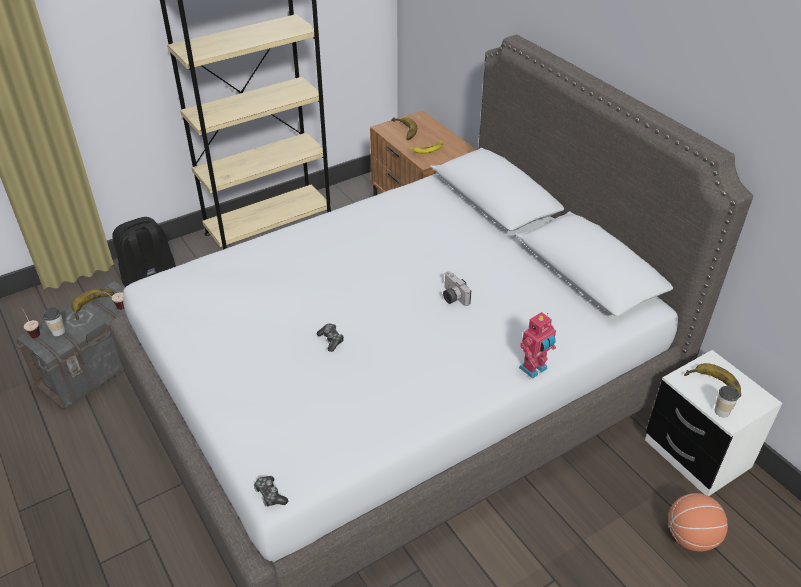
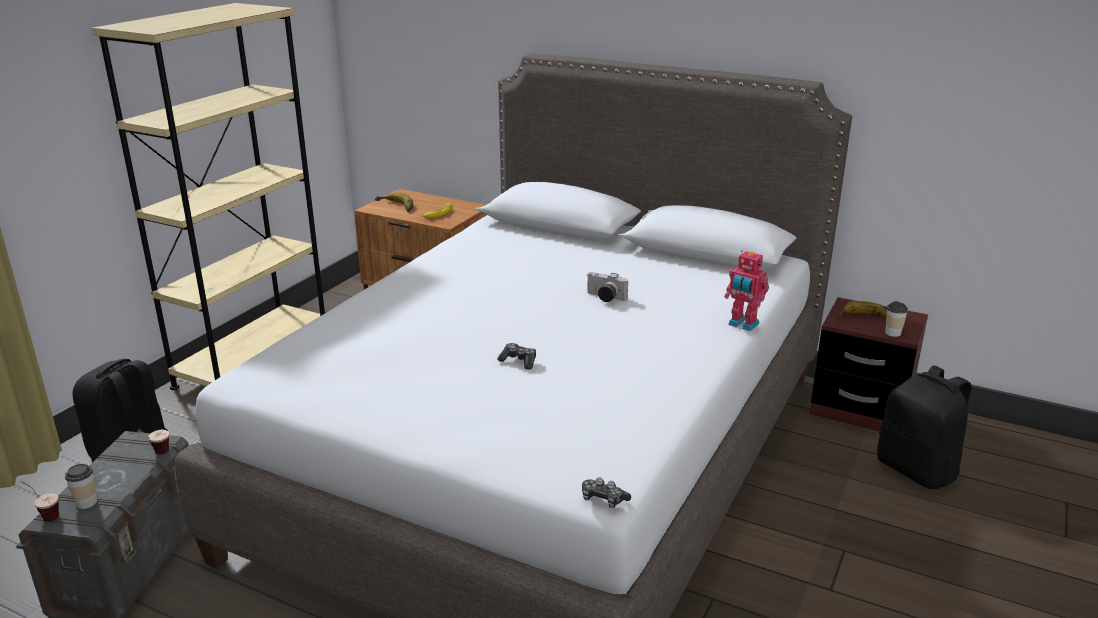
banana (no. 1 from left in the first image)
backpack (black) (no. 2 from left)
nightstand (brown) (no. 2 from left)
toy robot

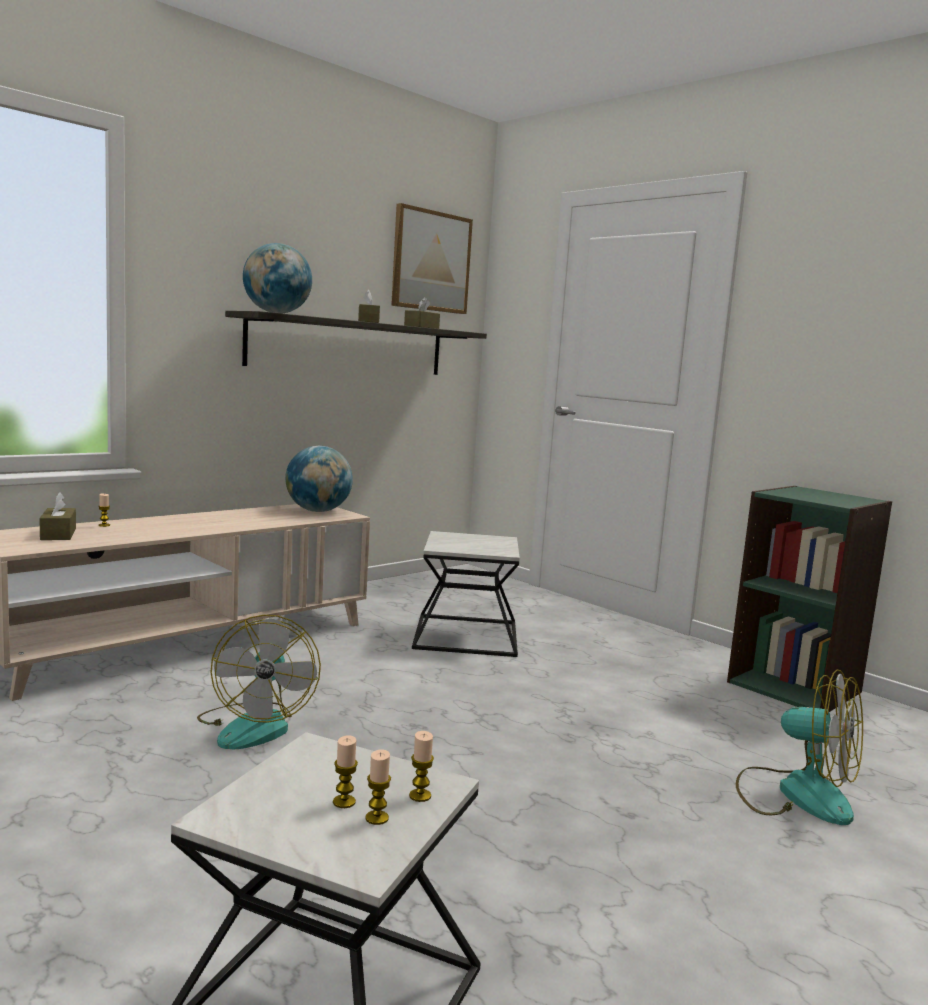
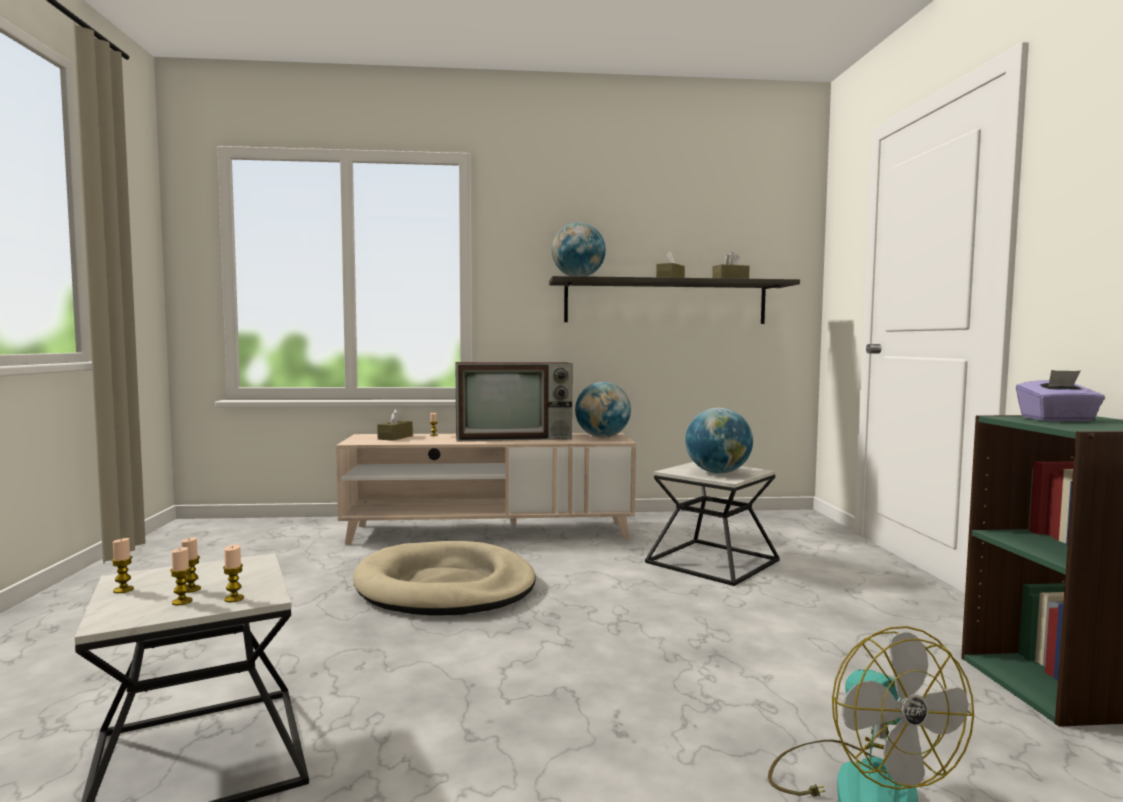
picture
candle (no. 1 from left)
television
globe (no. 3 from left)
tissue box (purple)
dog bed (beige)

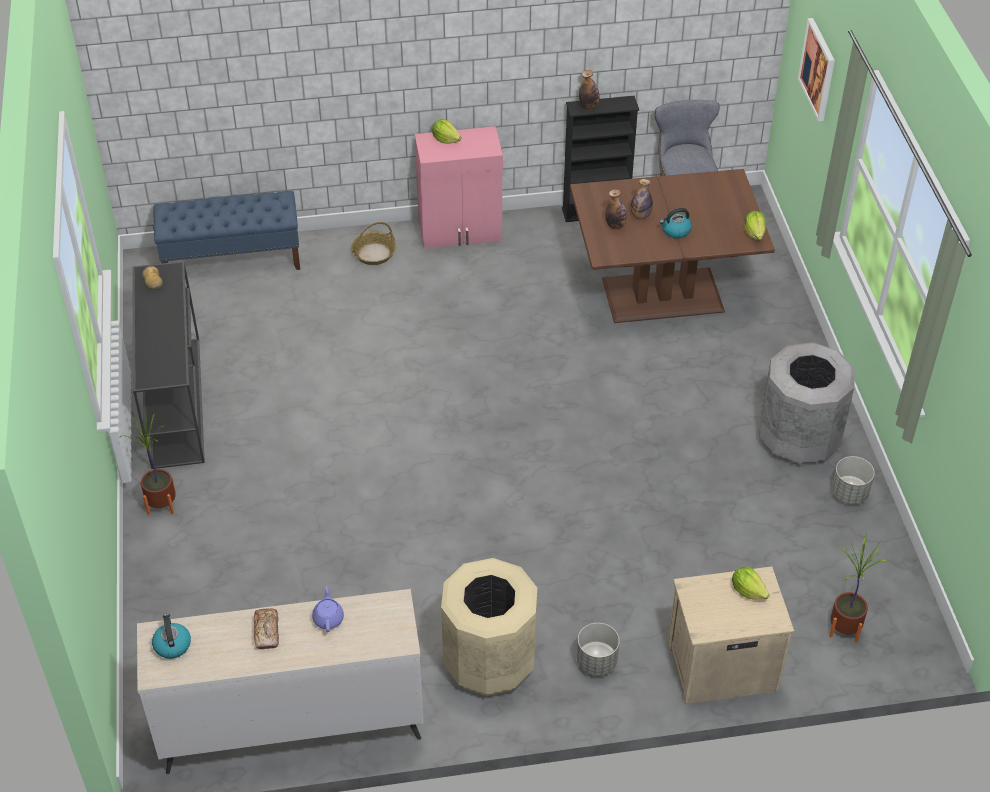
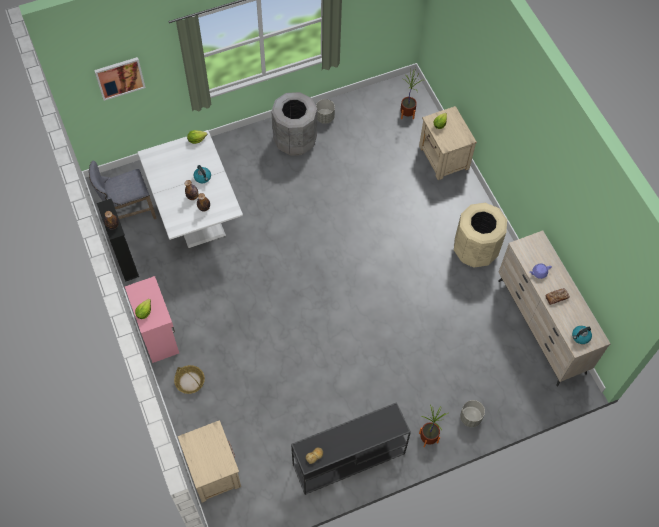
planter (grey) (no. 2 from left)
nightstand (beige) (no. 1 from left)
dining table (white)

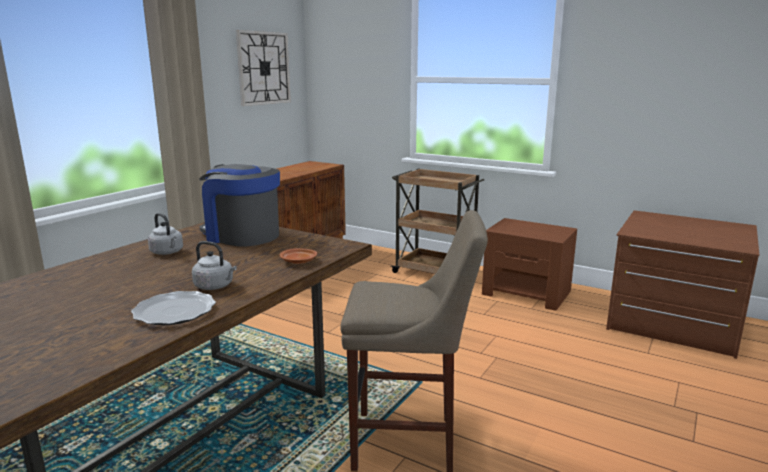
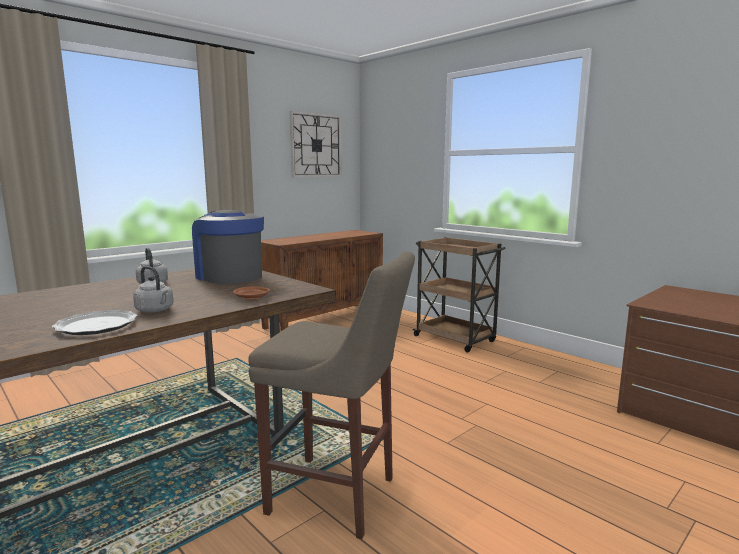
nightstand (brown)

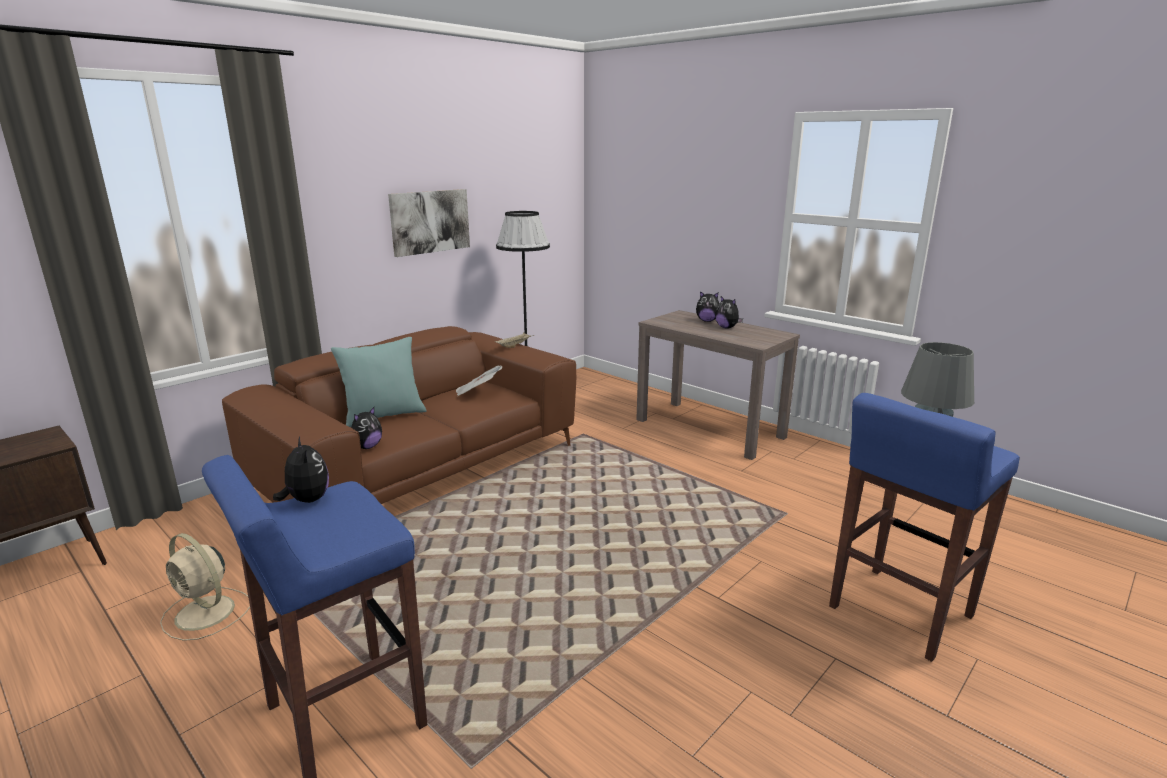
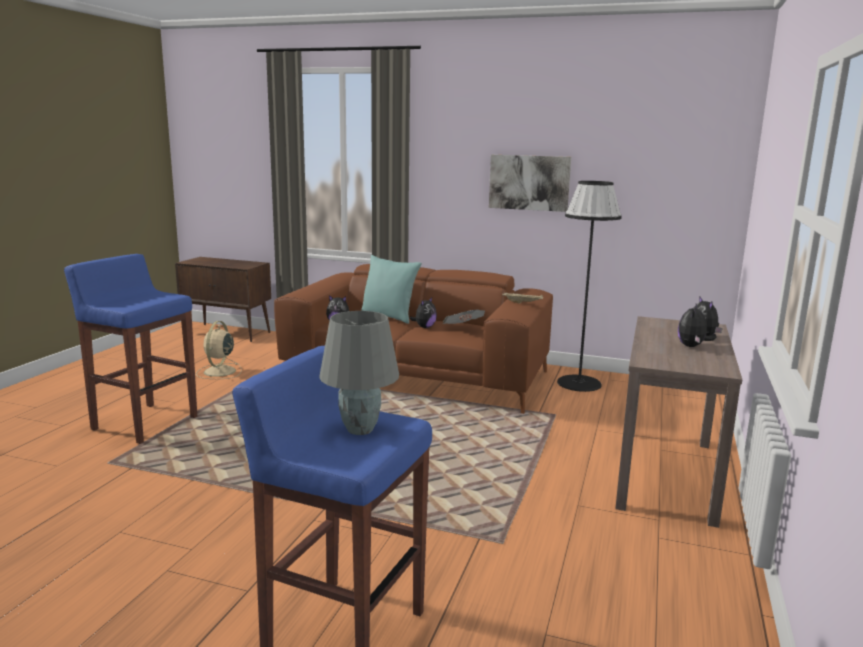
plush toy (no. 2 from left)

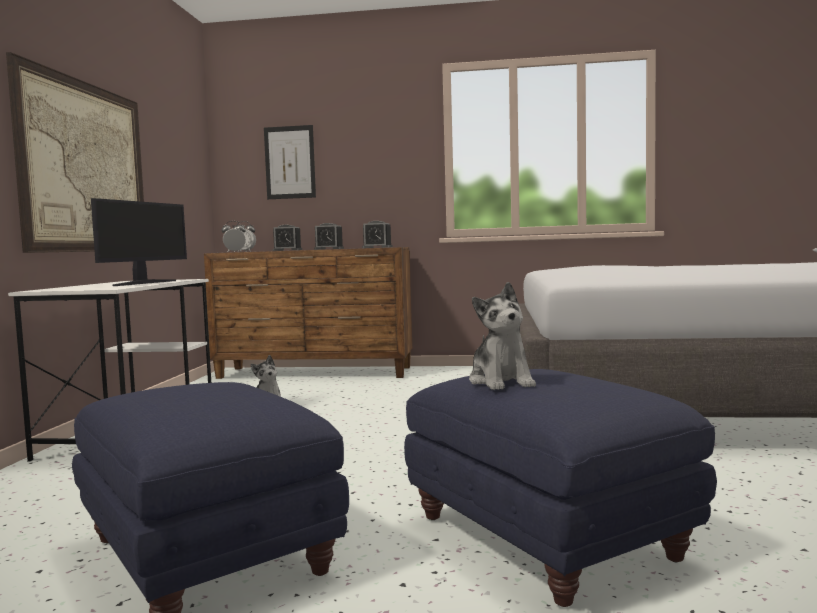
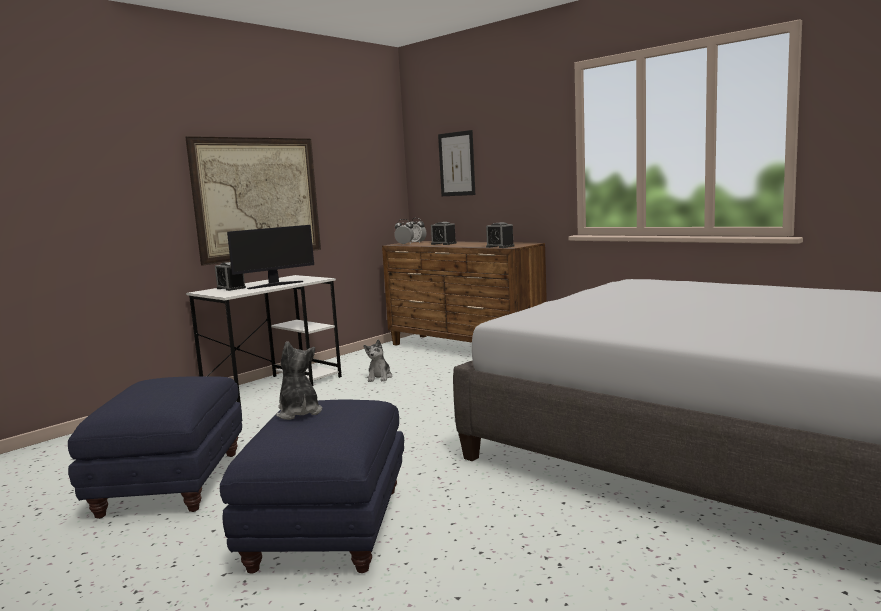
alarm clock (no. 1 from left)
plush toy (no. 1 from left)

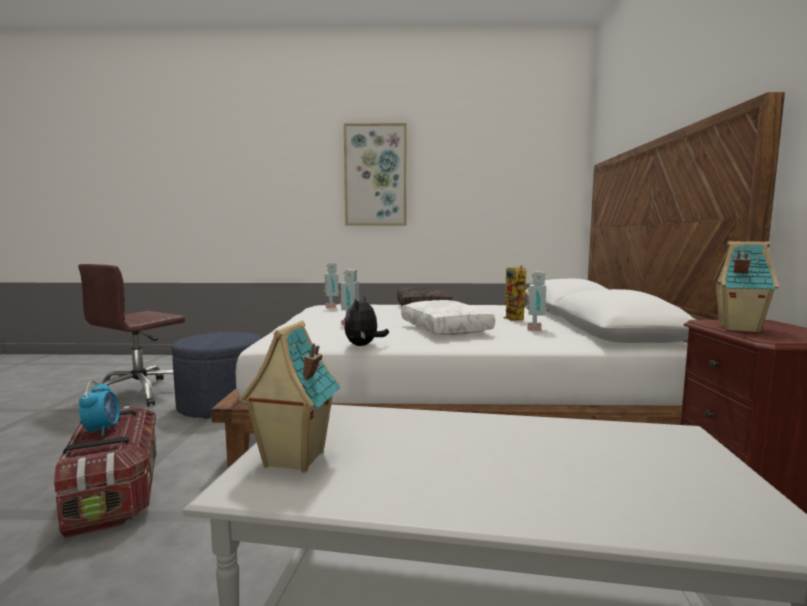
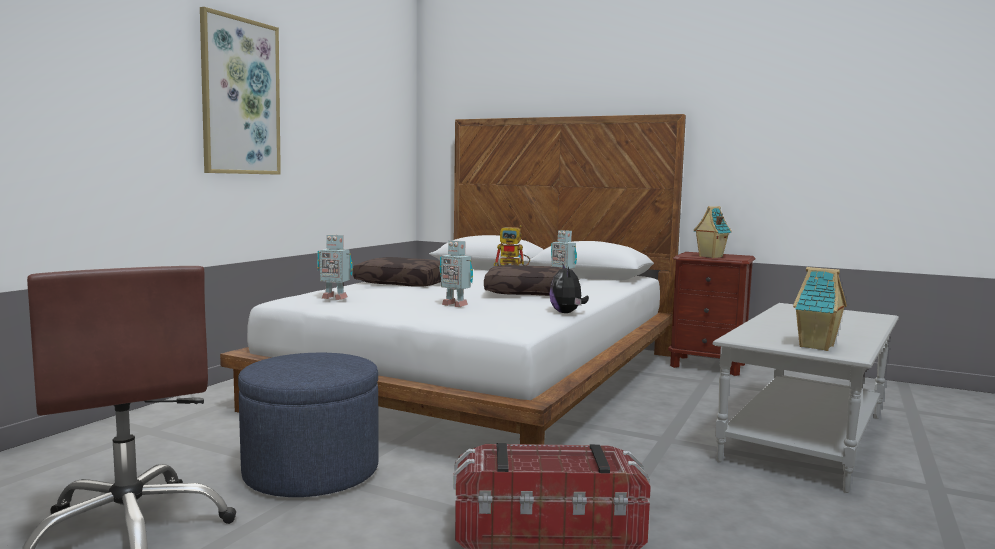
alarm clock
pillow (brown) (no. 2 from left)
plush toy

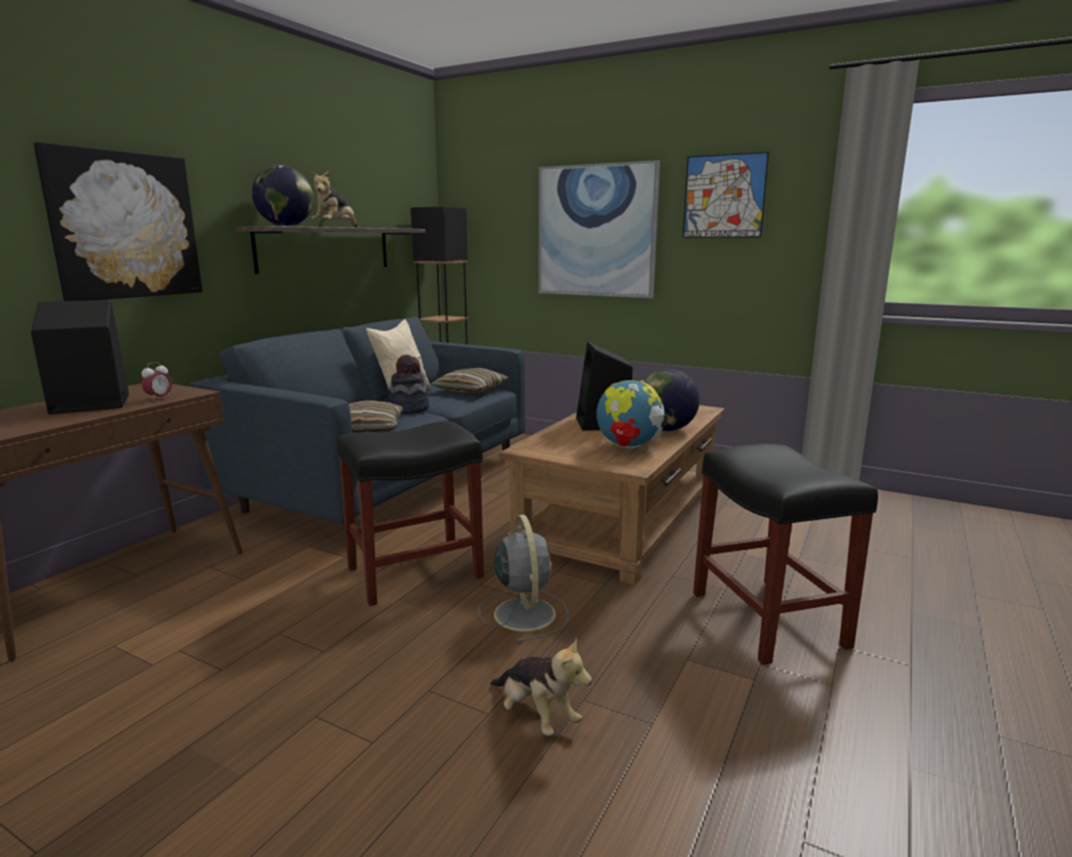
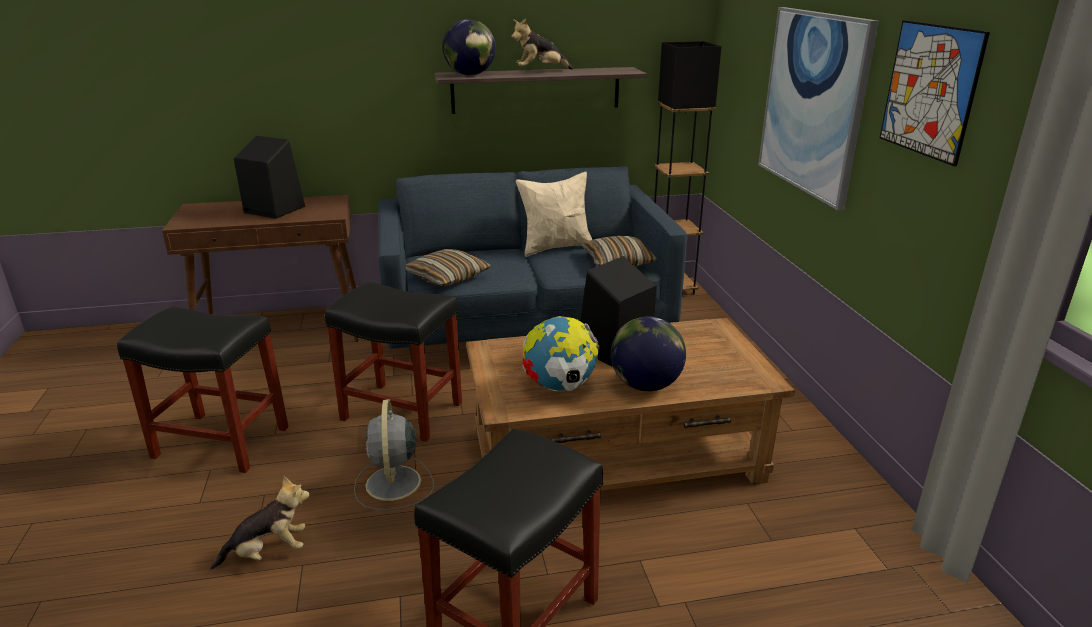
picture (no. 1 from left in the first image)
alarm clock
hat
stool (black) (no. 1 from left)
fan (grey)
plush toy (no. 1 from left)

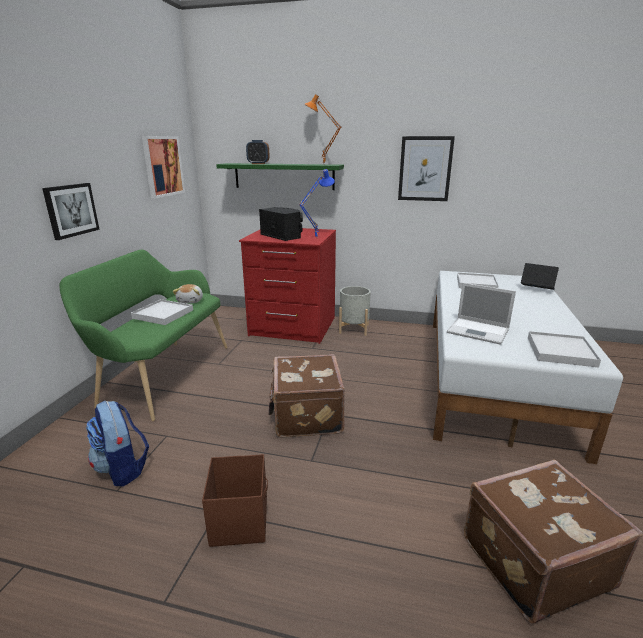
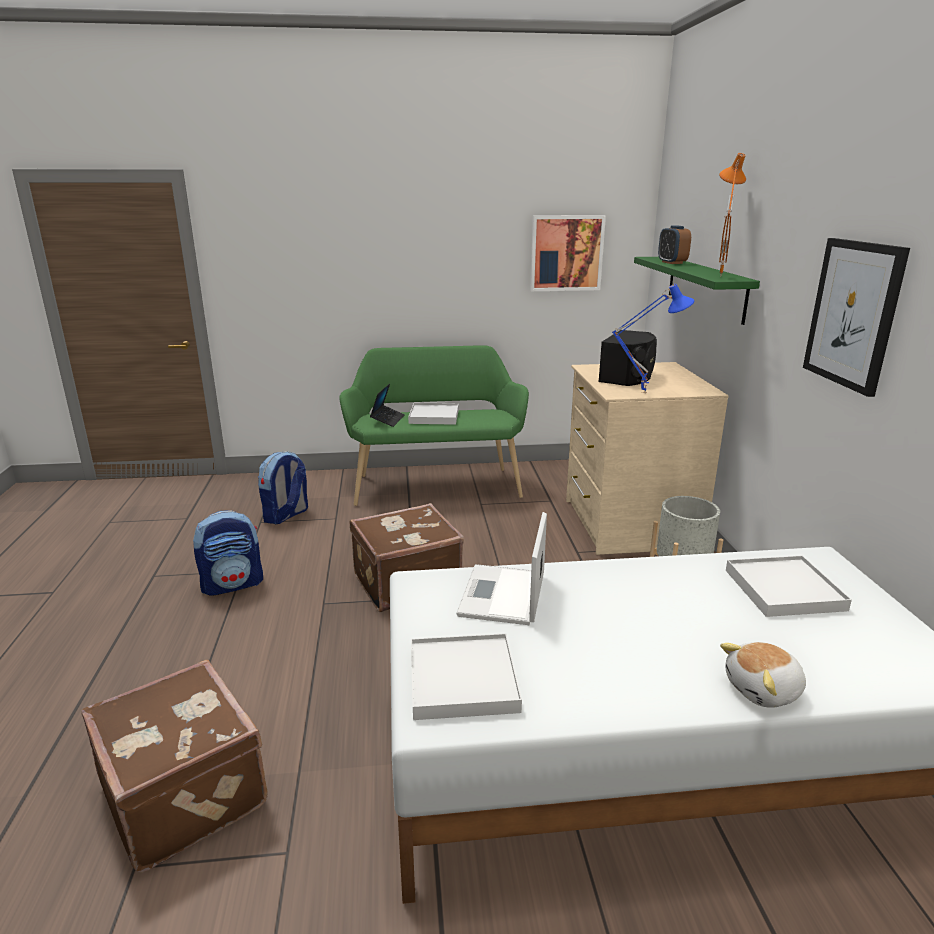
picture (no. 1 from left in the first image)
plush toy
laptop (no. 1 from left)
backpack (no. 1 from left)
dresser (beige)

